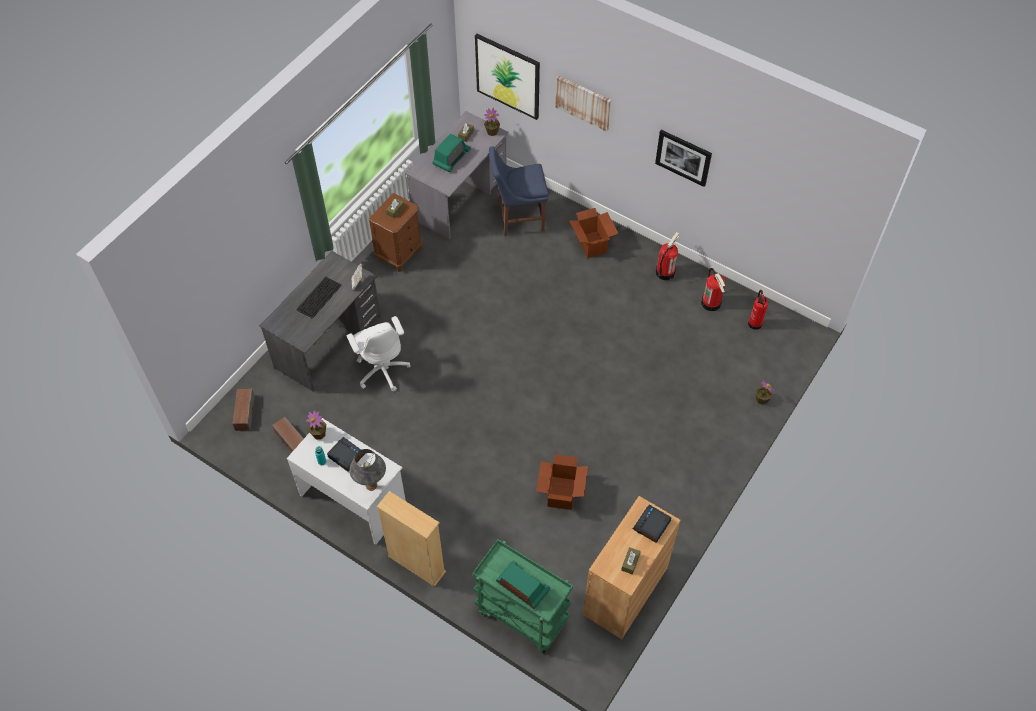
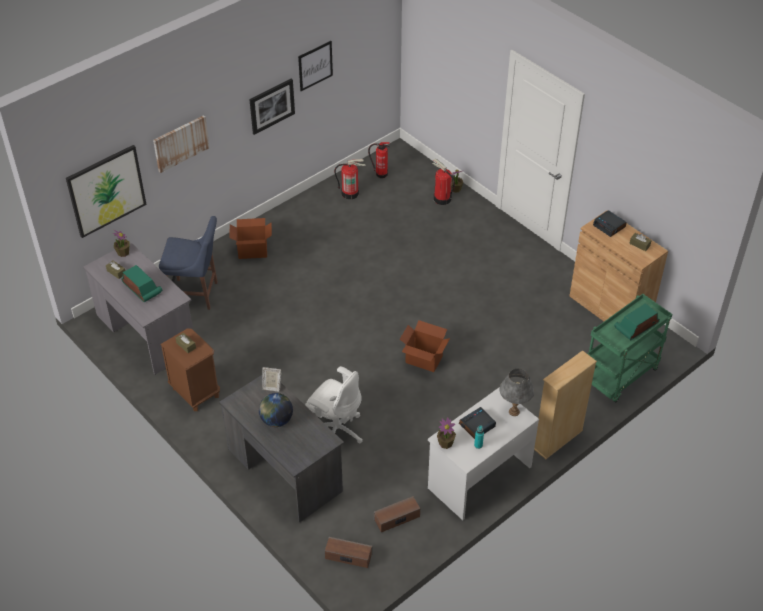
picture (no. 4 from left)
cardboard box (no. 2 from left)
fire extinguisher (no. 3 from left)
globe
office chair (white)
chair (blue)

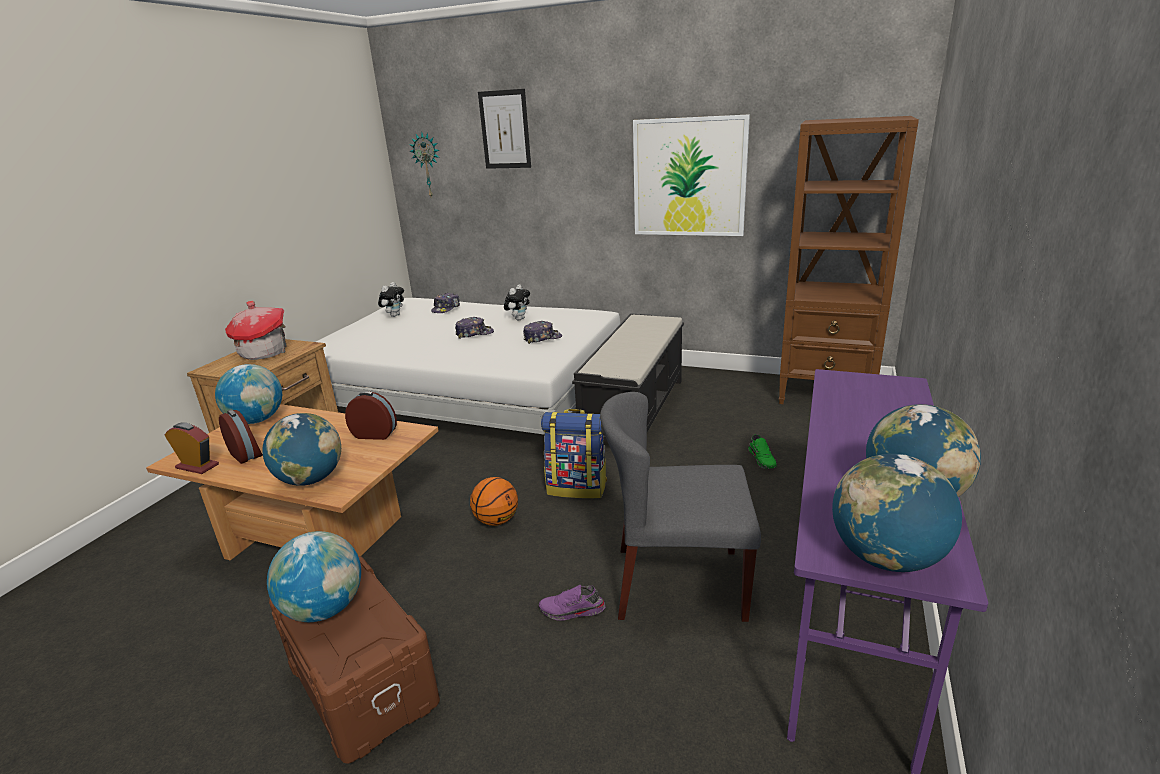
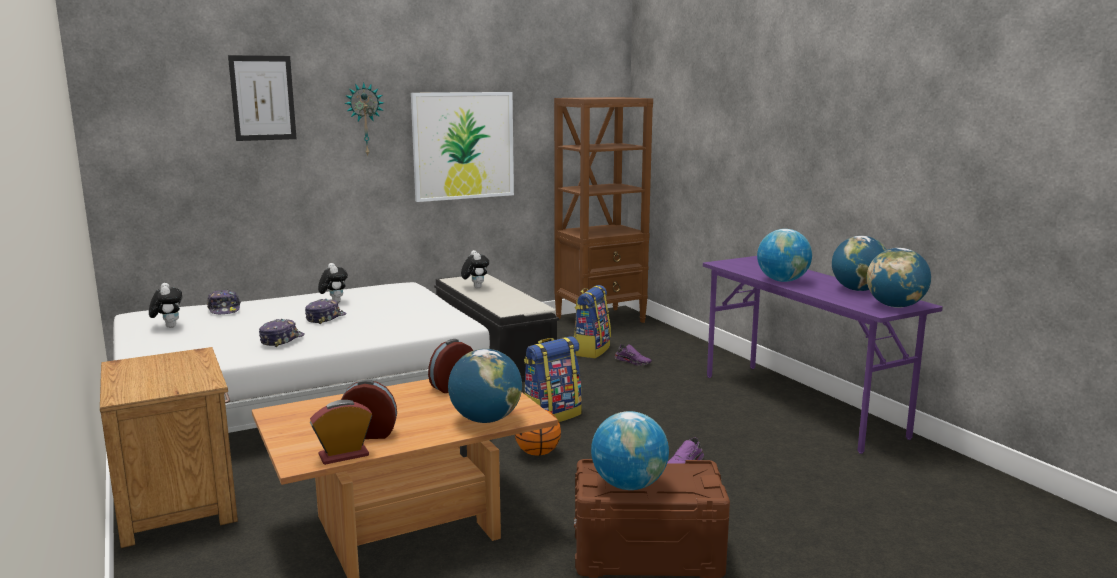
toy house
chair (grey)
plush toy (no. 3 from left)
backpack (no. 2 from left)
globe (no. 3 from left)
wall clock
cap (no. 2 from left)
shoe (purple) (no. 1 from left)

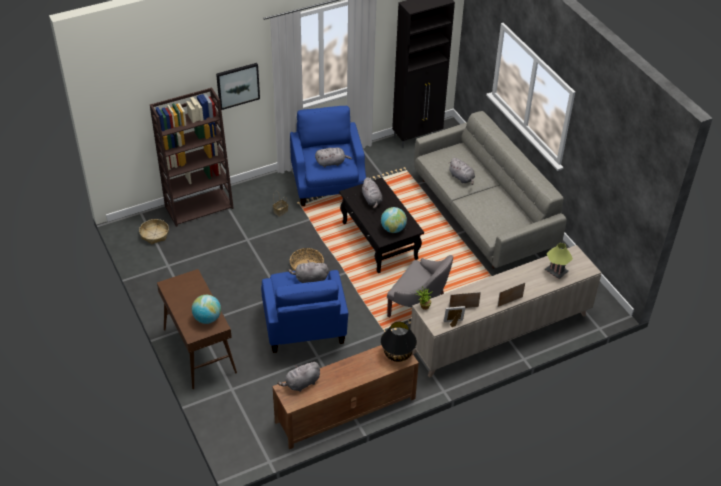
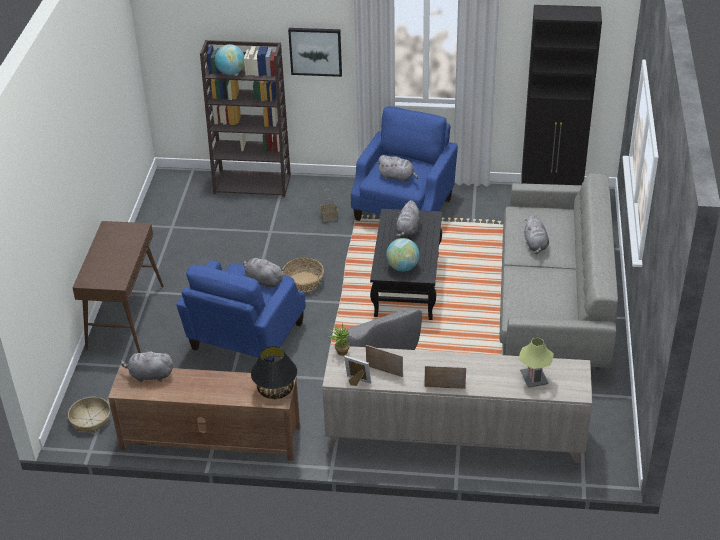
basket (no. 1 from left)
globe (no. 1 from left)

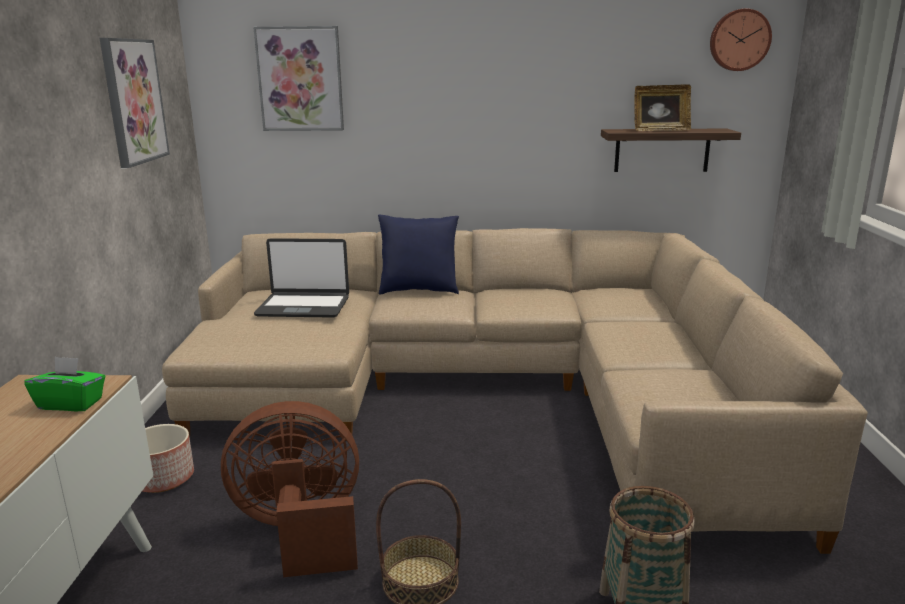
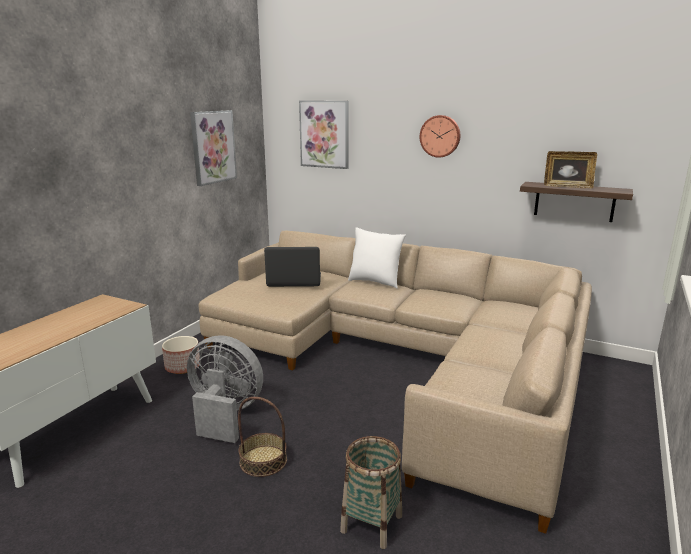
tissue box (green)
wall clock
fan (grey)
pillow (white)
laptop

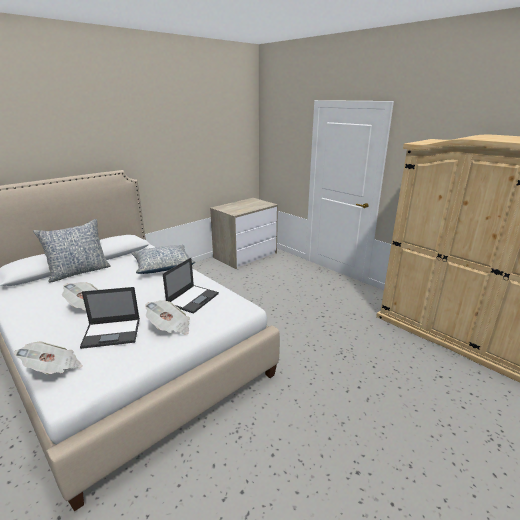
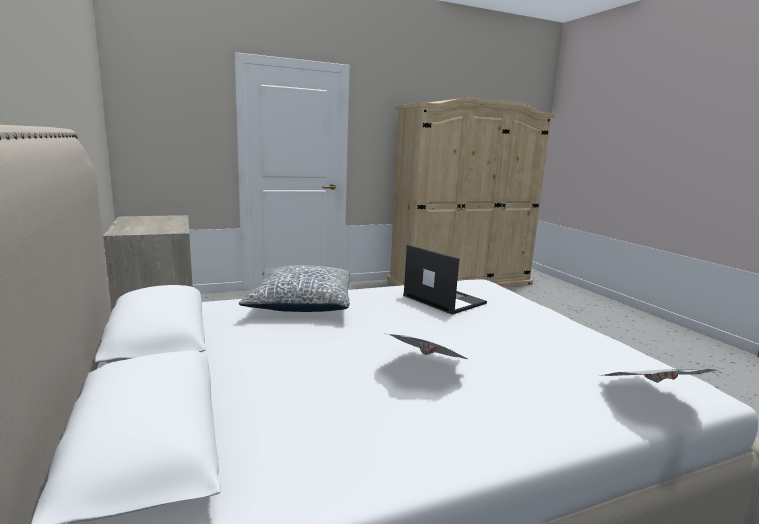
pillow (no. 1 from left in the first image)
laptop (no. 1 from left in the first image)
newspaper (no. 3 from left in the first image)

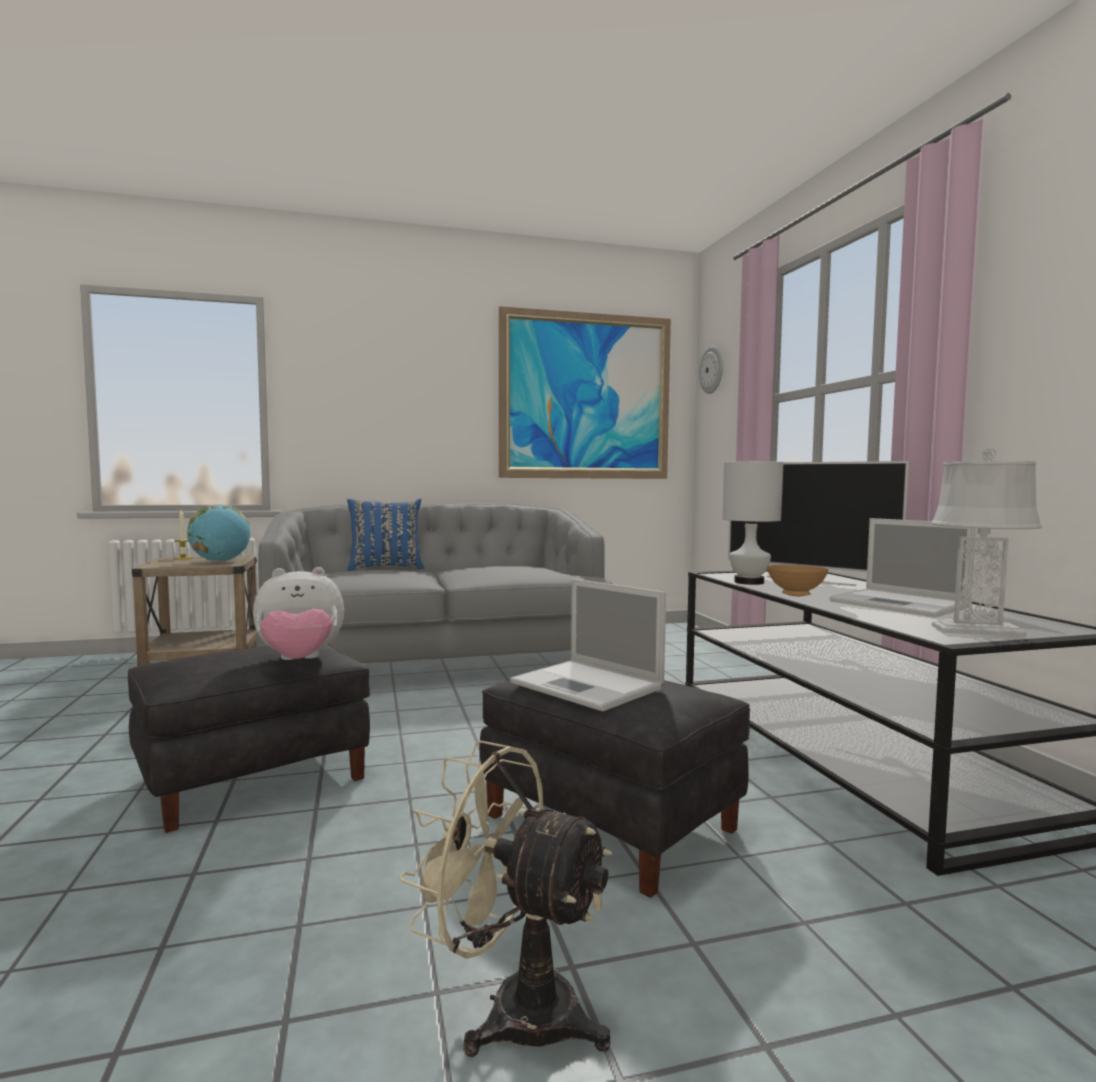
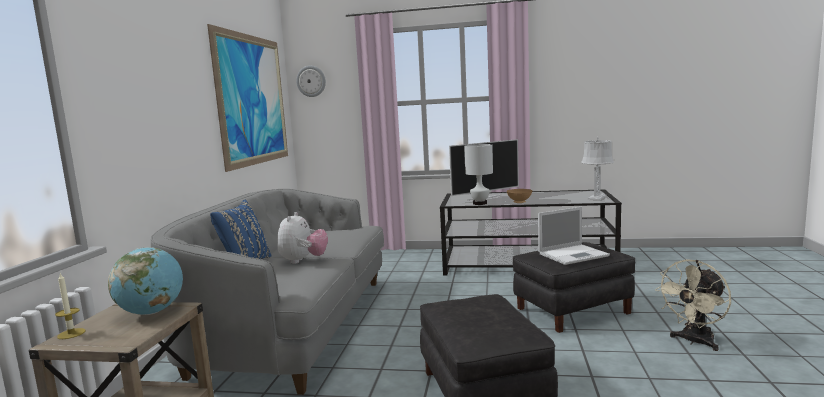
laptop (no. 2 from left in the first image)
plush toy

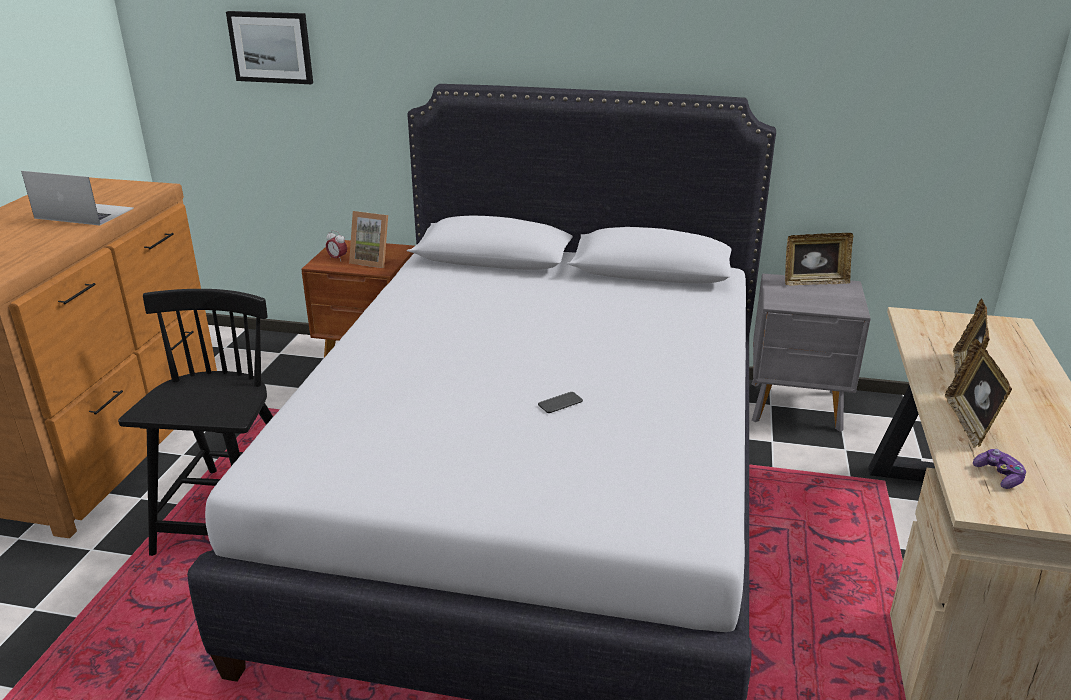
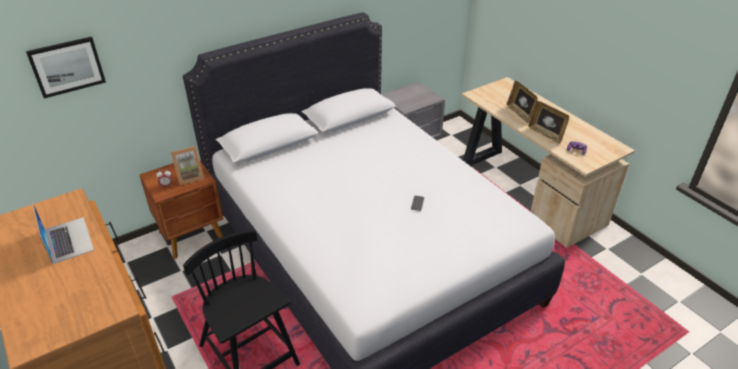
picture frame (no. 2 from left in the first image)
laptop

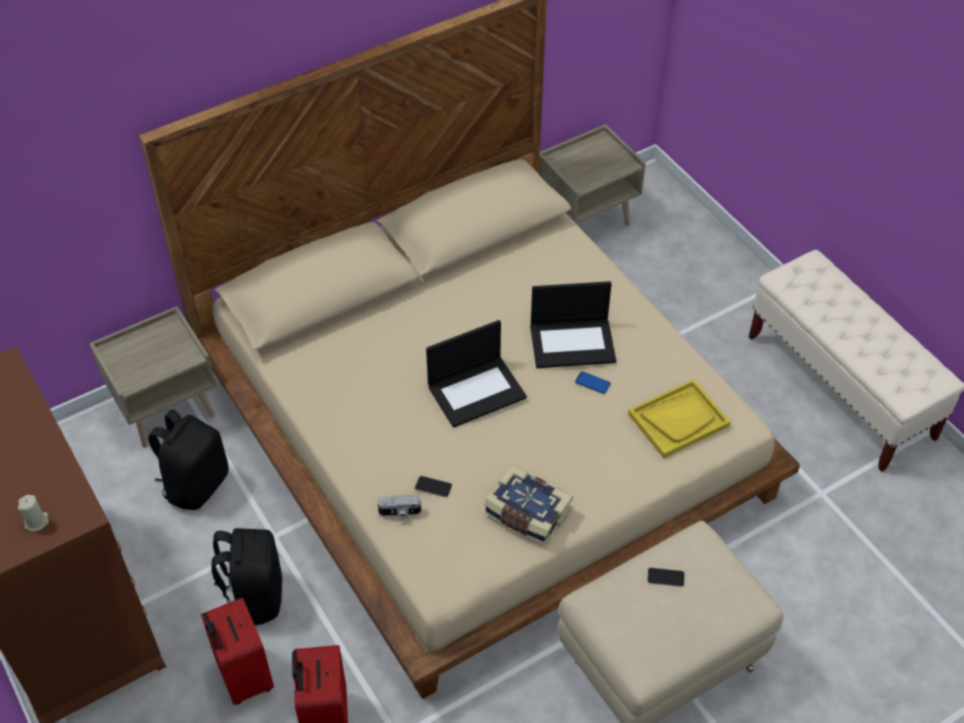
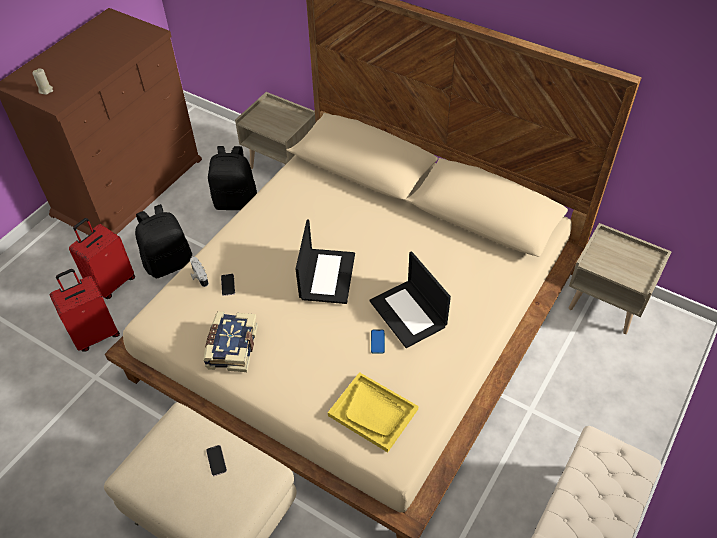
laptop (no. 1 from left)

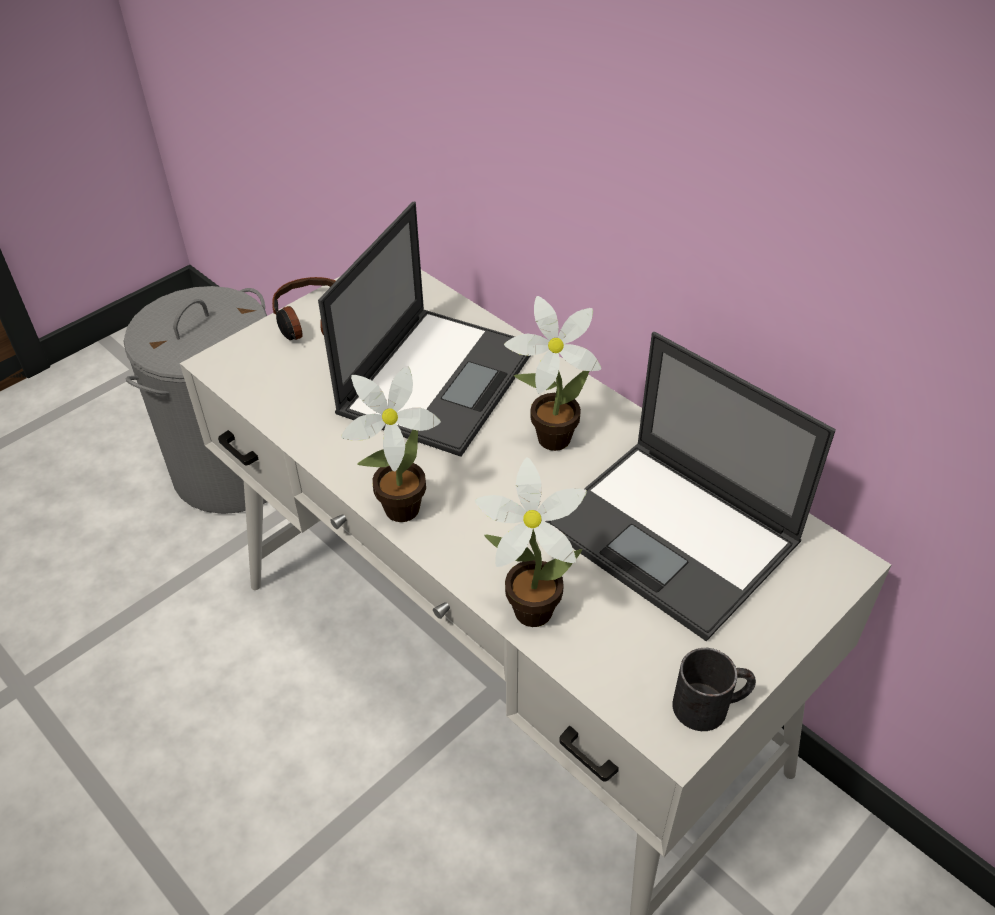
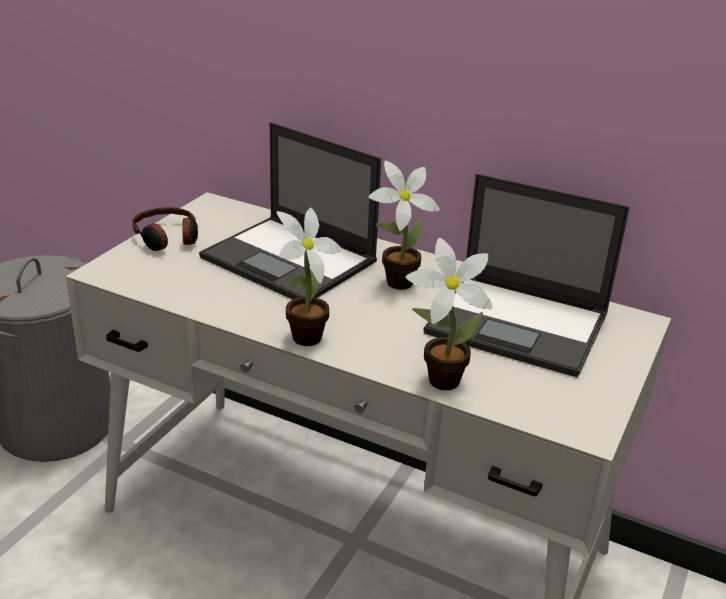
mug (black)
laptop (no. 1 from left)

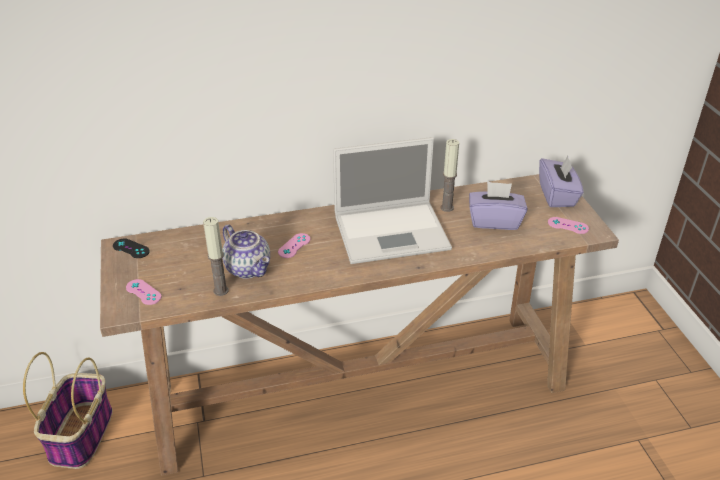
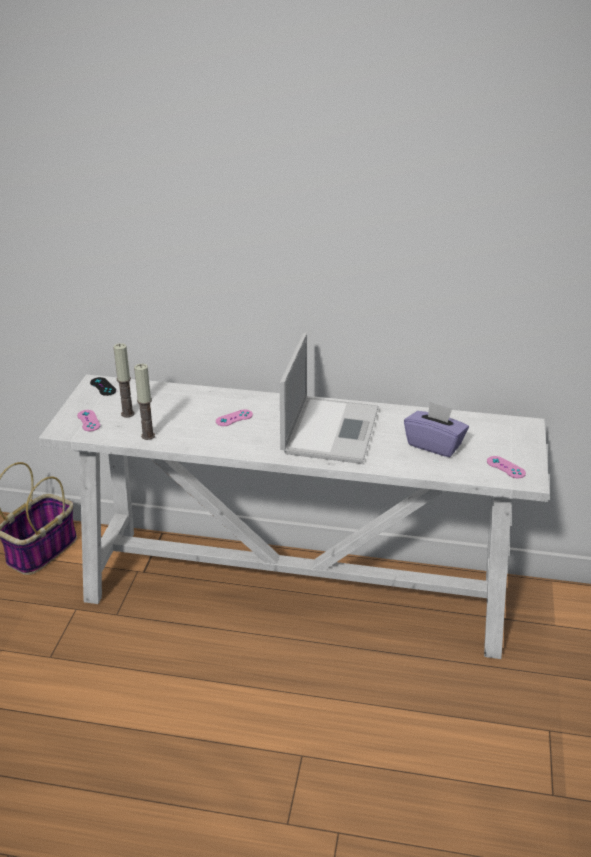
teapot
tissue box (purple) (no. 2 from left in the first image)
candle (no. 1 from left)
console table (white)
laptop

